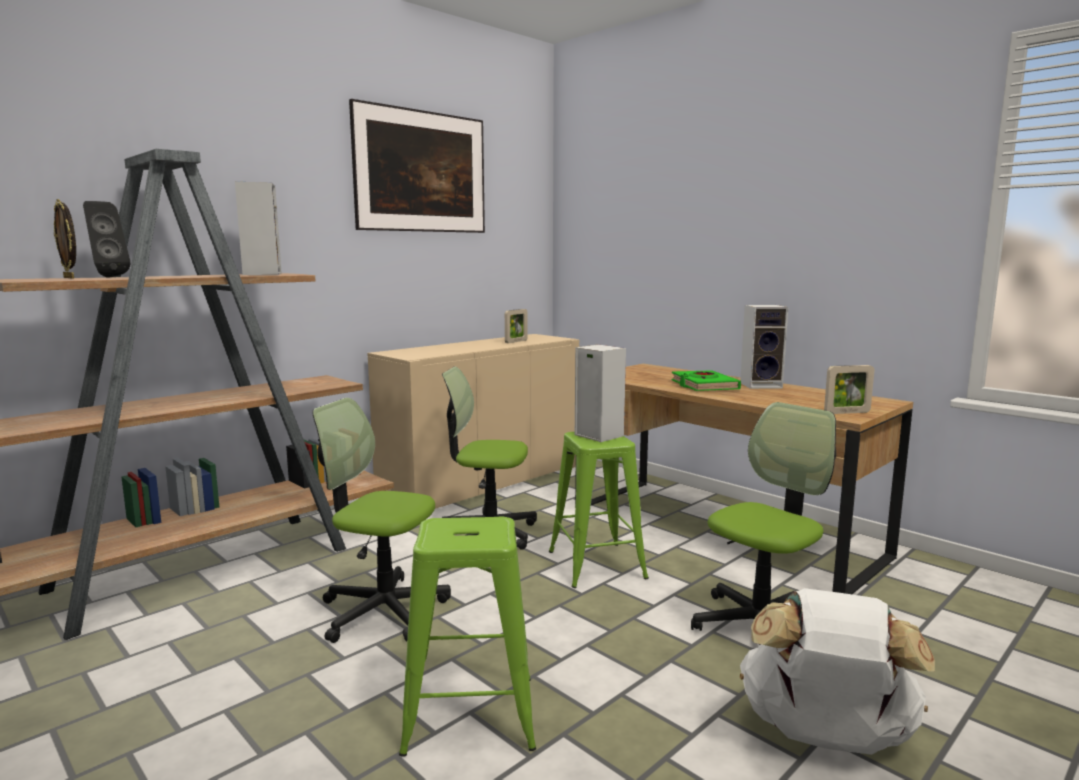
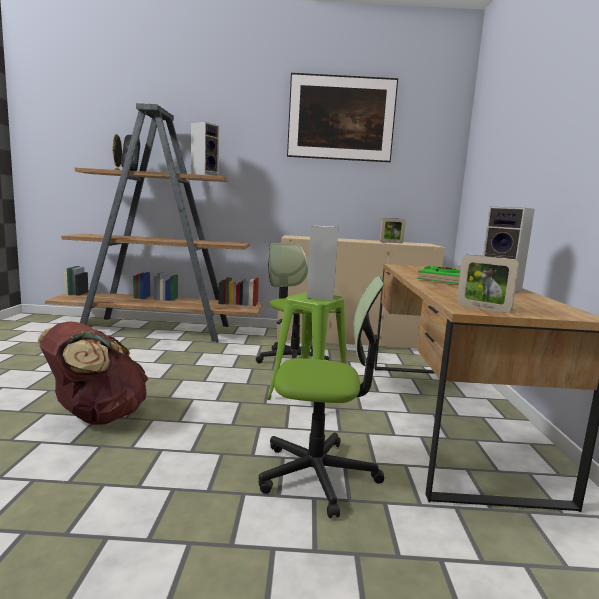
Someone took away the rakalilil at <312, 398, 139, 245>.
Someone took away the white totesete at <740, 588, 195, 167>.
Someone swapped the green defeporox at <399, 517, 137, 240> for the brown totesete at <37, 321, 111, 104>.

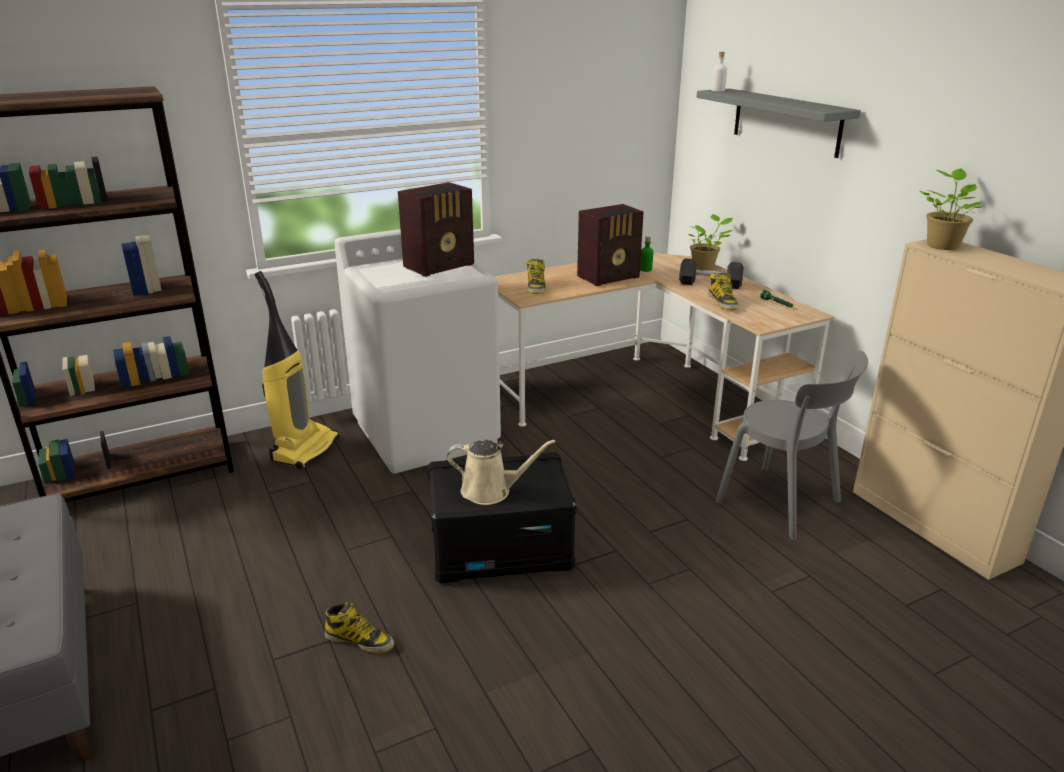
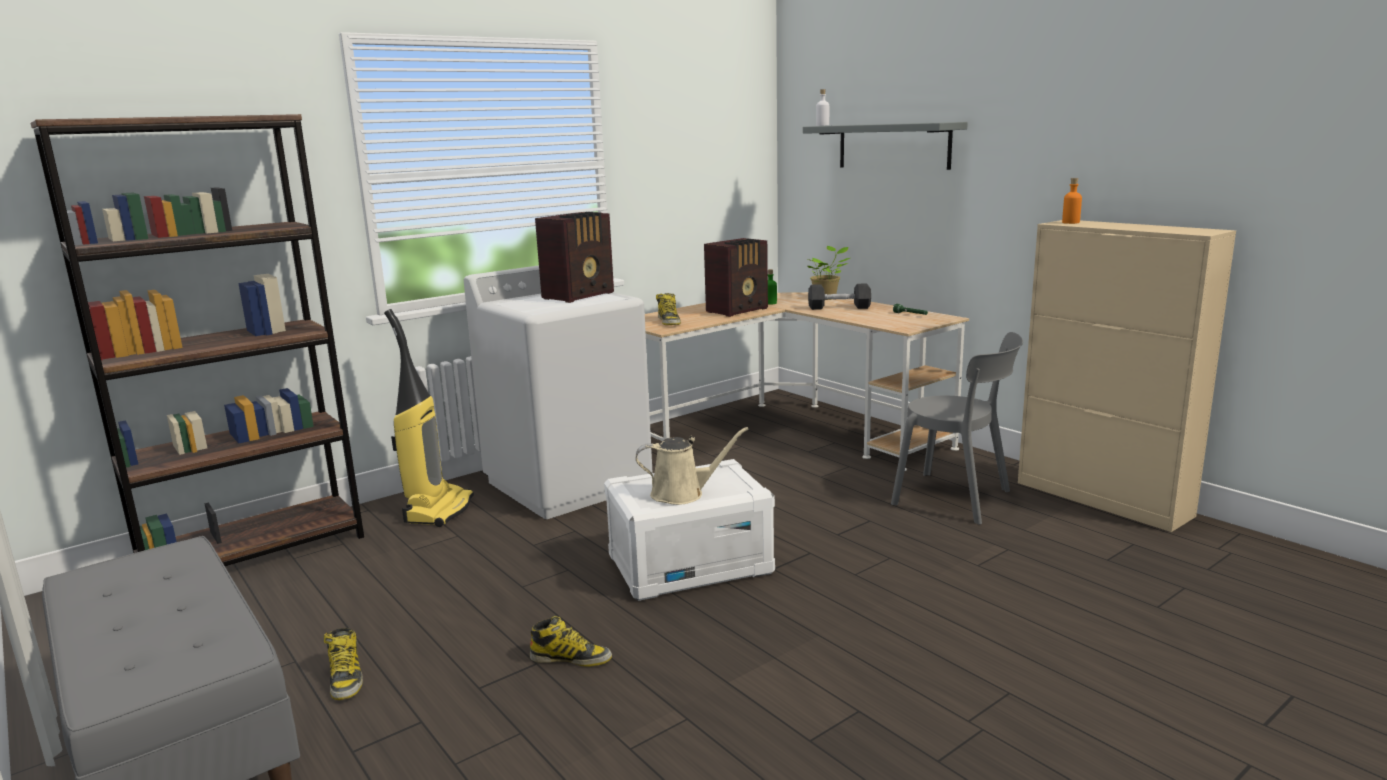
Someone carried the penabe from <708, 273, 31, 37> to <324, 628, 39, 72>.
Someone swapped the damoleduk at <920, 168, 62, 82> for the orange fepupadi at <1062, 178, 20, 46>.
Someone repainted the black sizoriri at <428, 452, 149, 131>, which became the white sizoriri at <604, 459, 171, 142>.

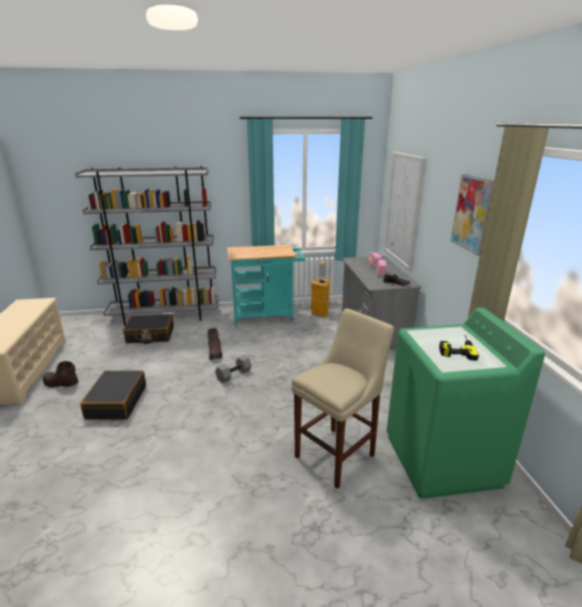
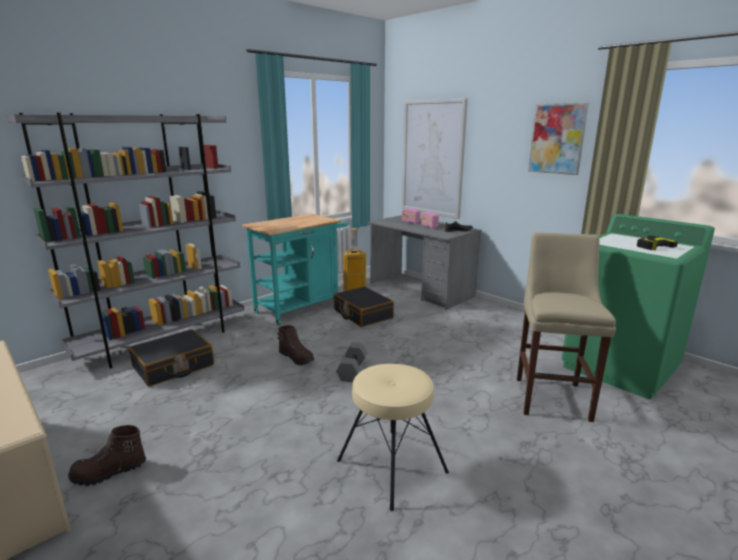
Someone put down the beige defeporox at <337, 364, 112, 147>.
Someone carried the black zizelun from <81, 370, 65, 50> to <333, 286, 61, 41>.

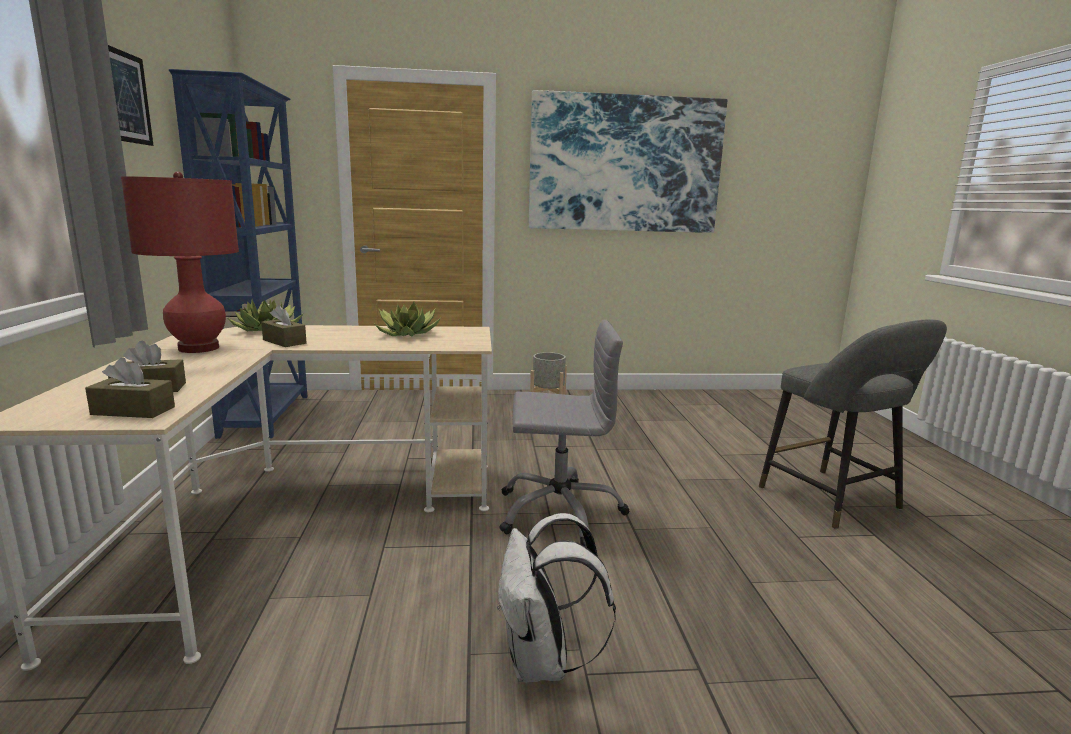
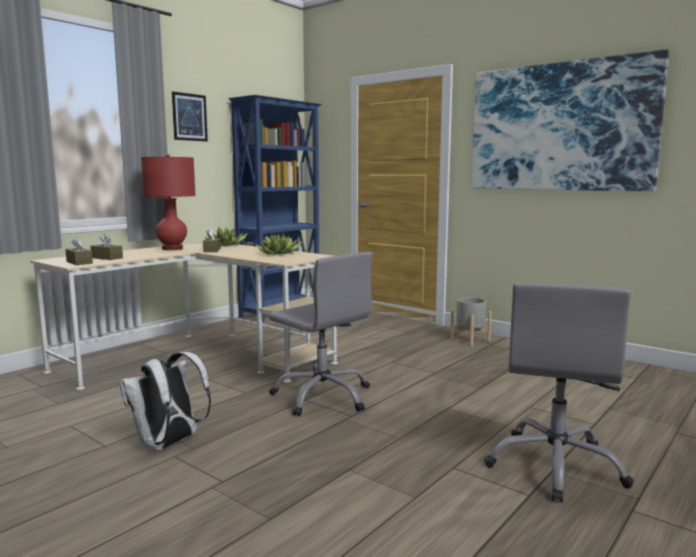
Someone swapped the grey defeporox at <759, 320, 188, 209> for the grey rakalilil at <484, 283, 150, 219>.

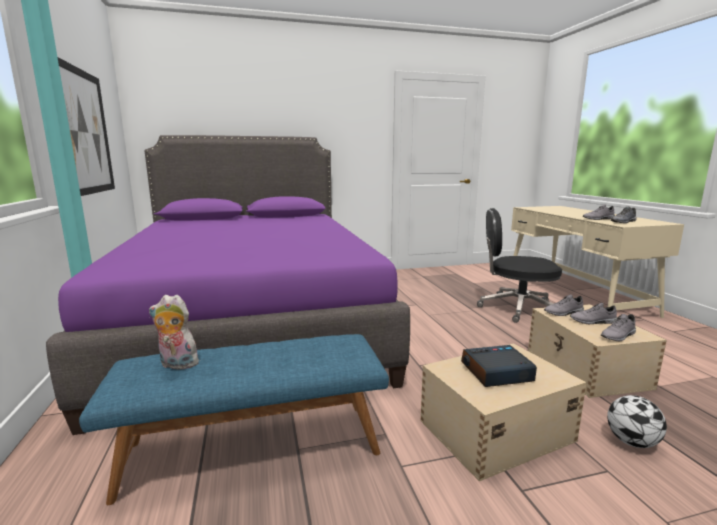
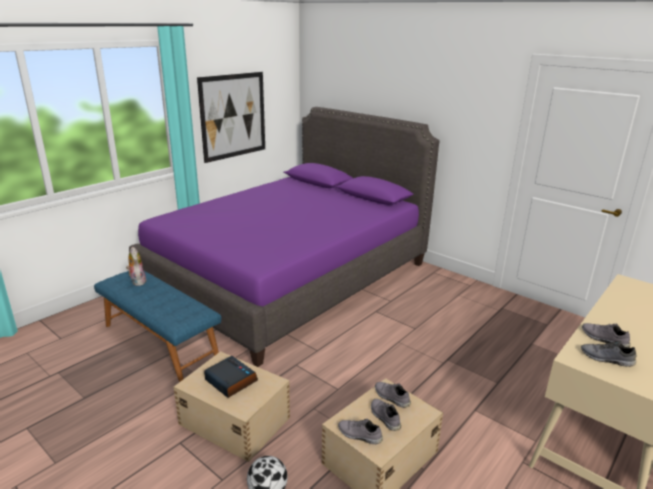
Someone took away the black rakalilil at <477, 208, 85, 115>.

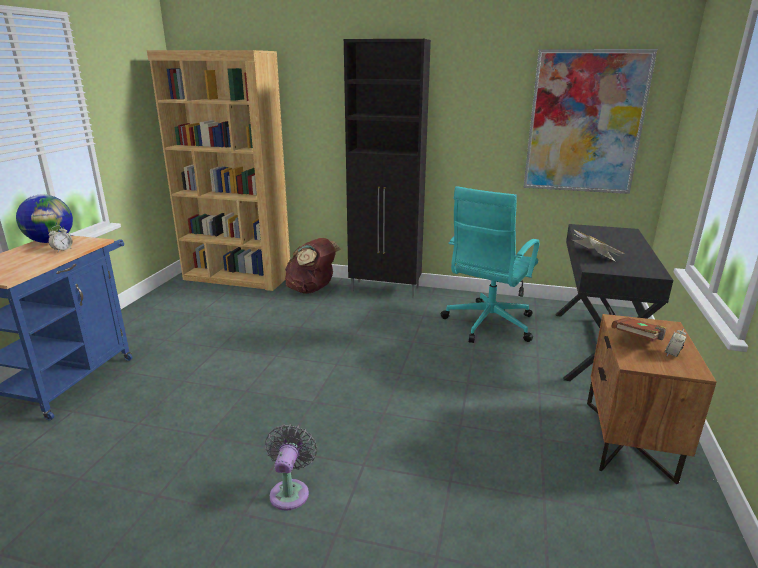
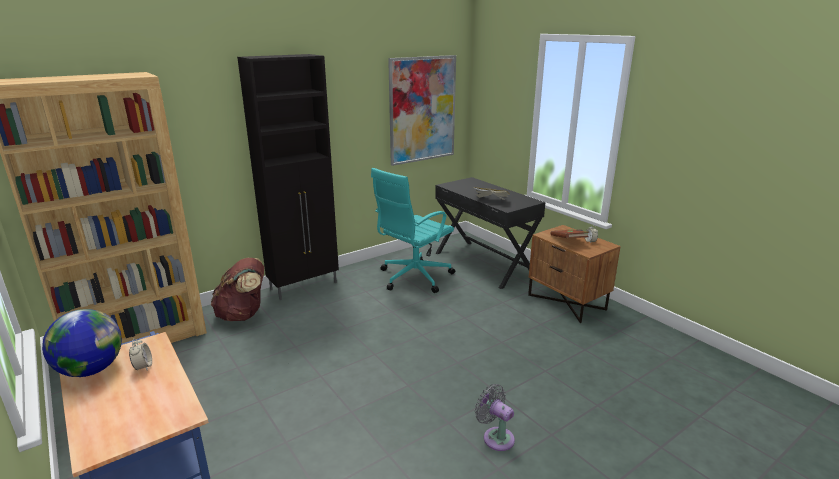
Someone rotated the turquoise rakalilil at <441, 186, 98, 157> by 60 degrees clockwise.

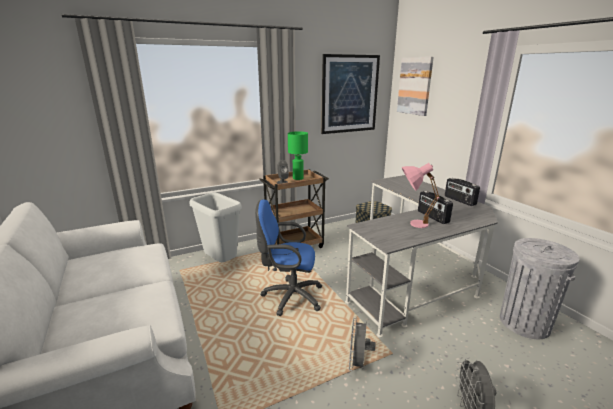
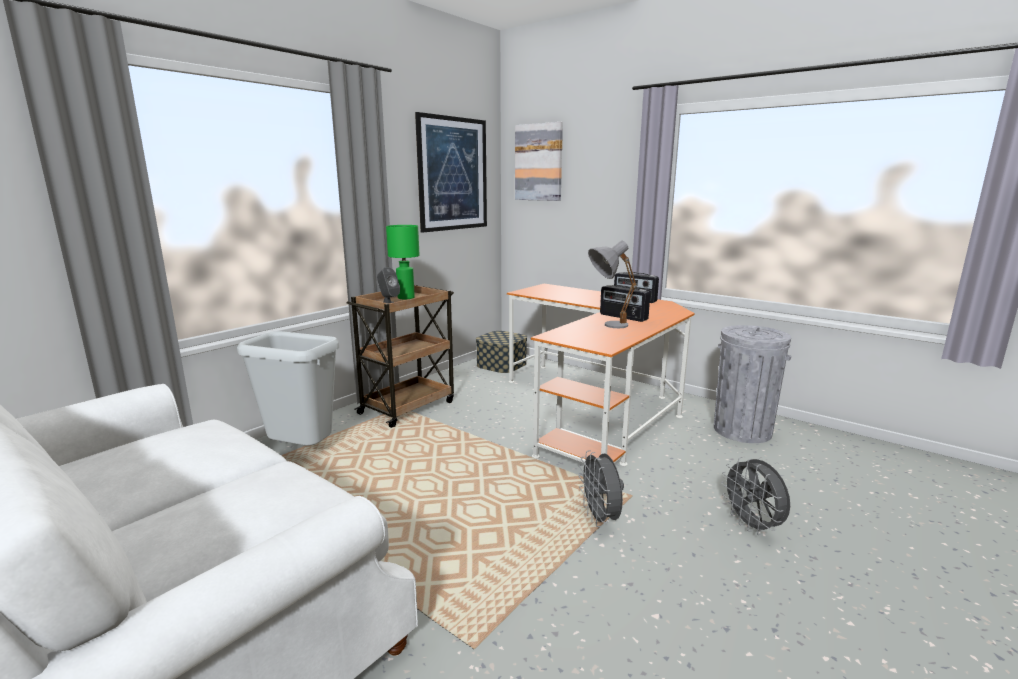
Someone took away the blue rakalilil at <255, 200, 67, 116>.
Someone repainted the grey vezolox at <345, 175, 153, 163>, which became the orange vezolox at <507, 284, 188, 182>.
Someone repainted the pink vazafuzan at <402, 163, 38, 65>, which became the grey vazafuzan at <588, 241, 49, 87>.

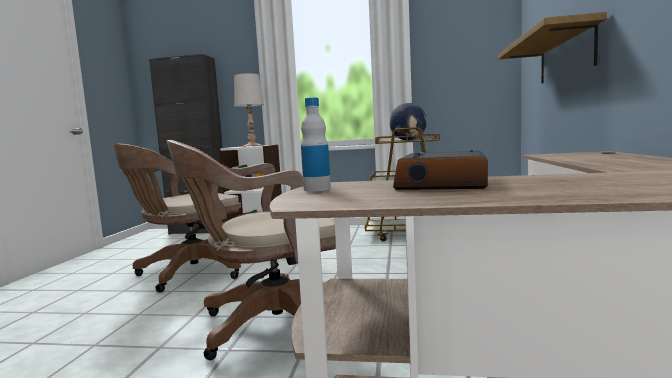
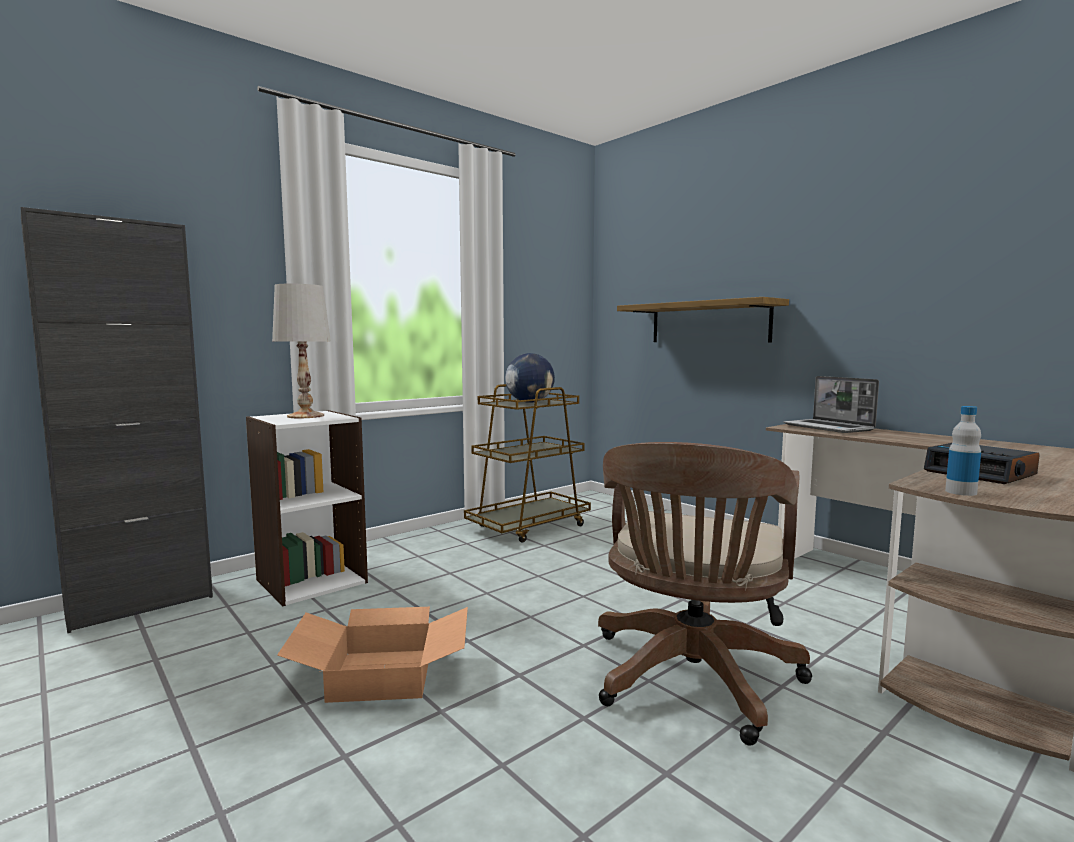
Someone put down the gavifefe at <783, 376, 96, 57>.
Someone swapped the brown rakalilil at <113, 144, 128, 148> for the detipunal at <277, 607, 191, 96>.

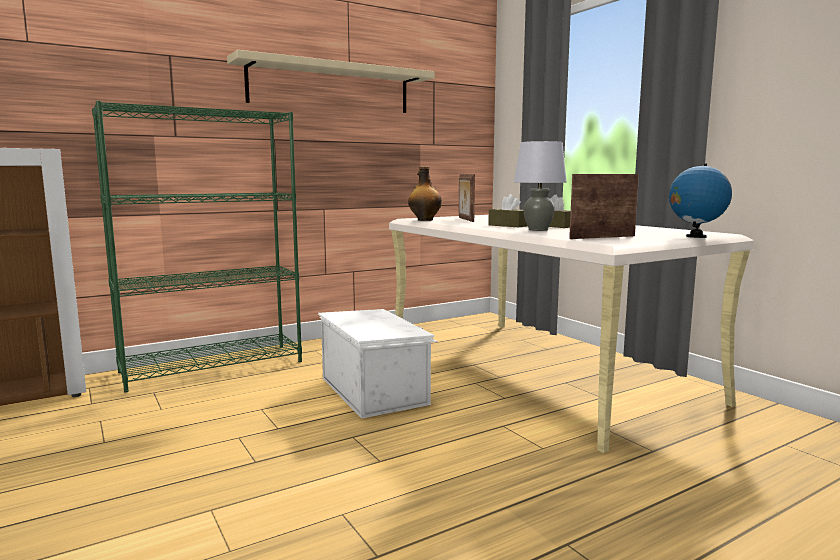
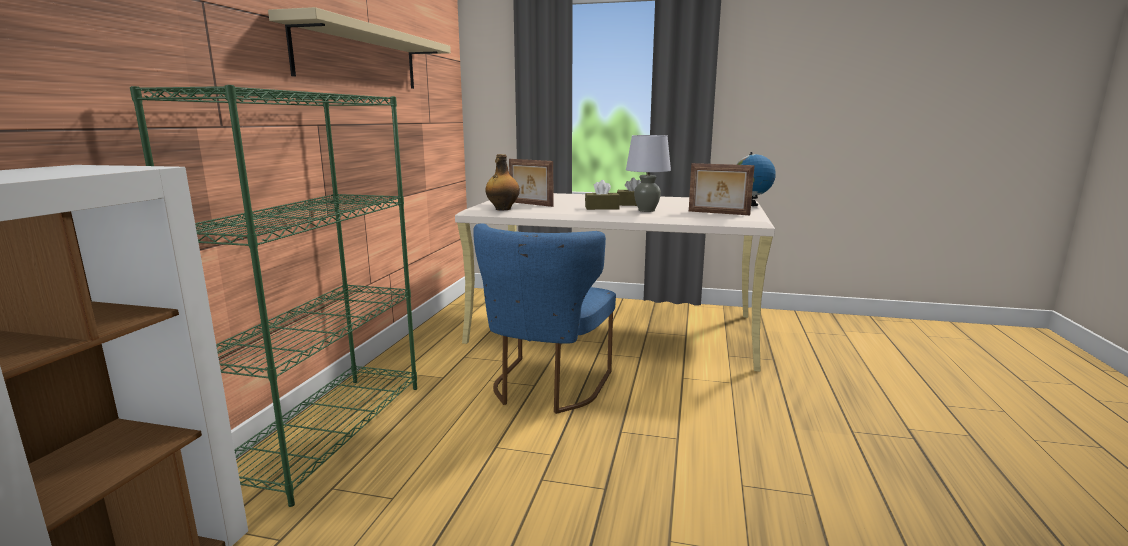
Someone swapped the white sizoriri at <318, 309, 120, 110> for the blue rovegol at <473, 223, 143, 191>.
Someone rotated the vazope at <569, 174, 70, 65> by 90 degrees counterclockwise.

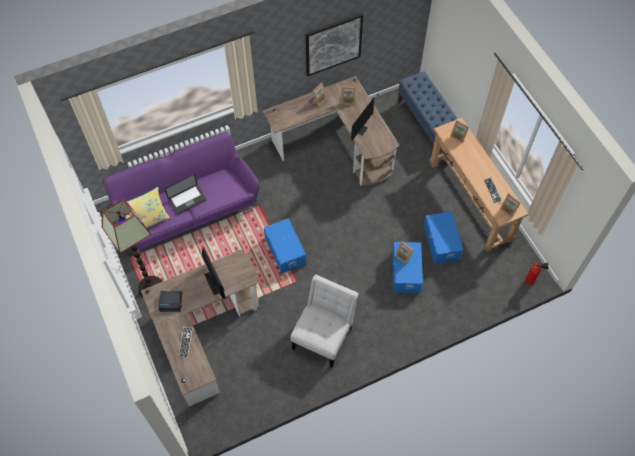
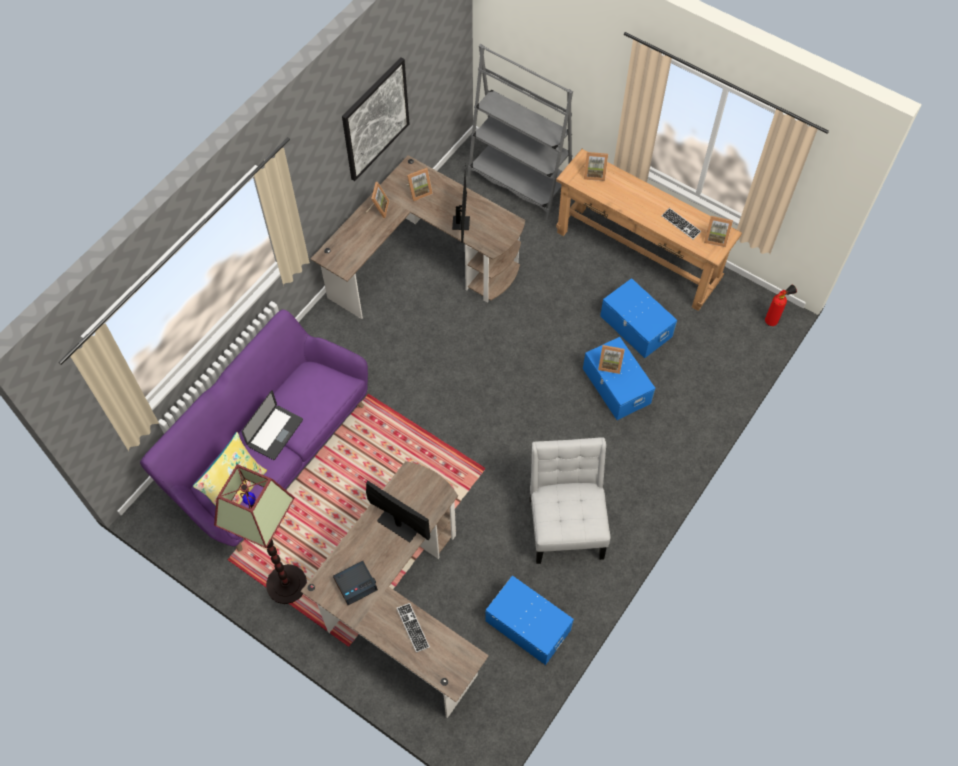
Someone carried the blue sizoriri from <264, 218, 42, 56> to <485, 575, 89, 90>.
Someone swapped the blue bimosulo at <398, 71, 59, 82> for the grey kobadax at <468, 44, 105, 176>.

